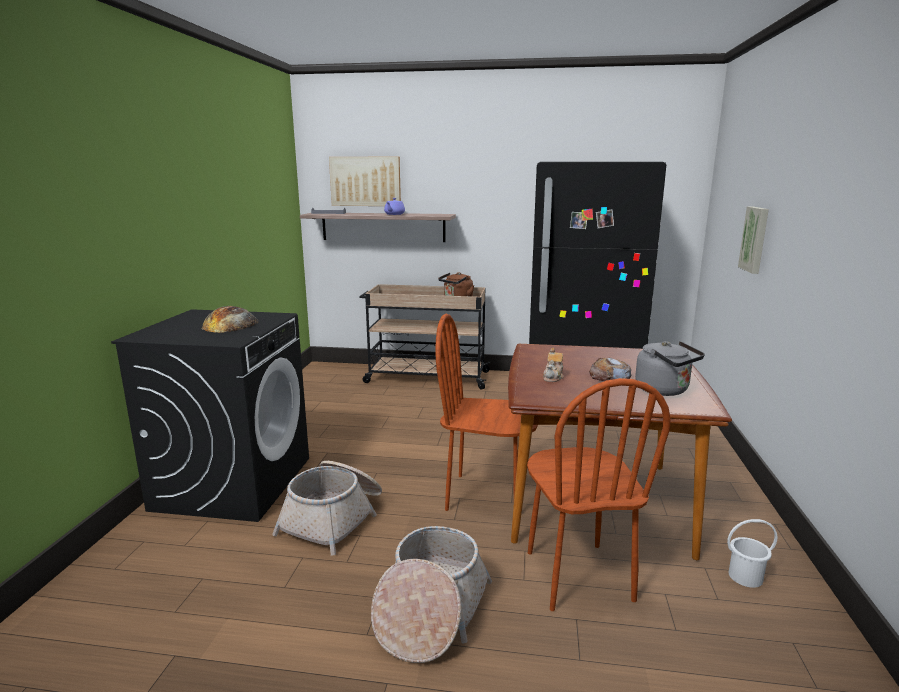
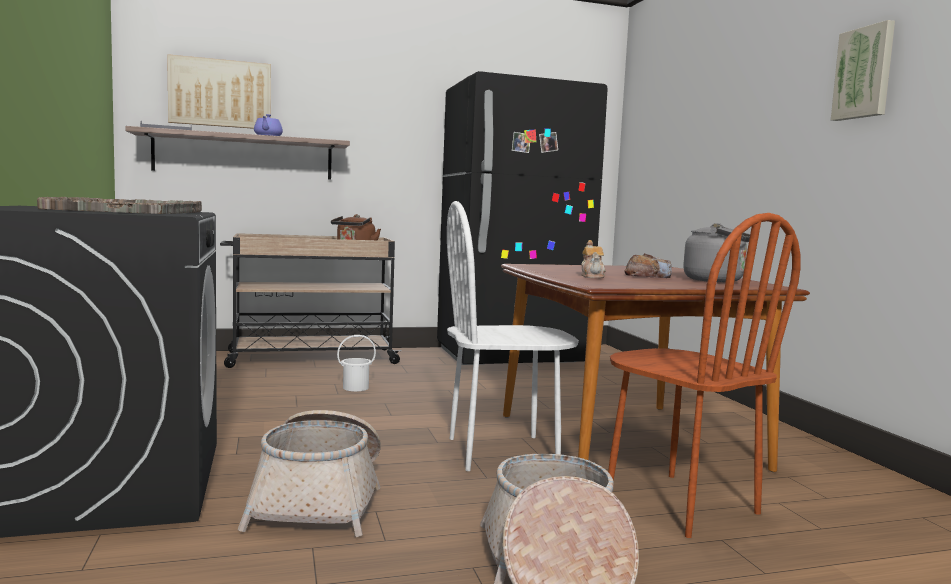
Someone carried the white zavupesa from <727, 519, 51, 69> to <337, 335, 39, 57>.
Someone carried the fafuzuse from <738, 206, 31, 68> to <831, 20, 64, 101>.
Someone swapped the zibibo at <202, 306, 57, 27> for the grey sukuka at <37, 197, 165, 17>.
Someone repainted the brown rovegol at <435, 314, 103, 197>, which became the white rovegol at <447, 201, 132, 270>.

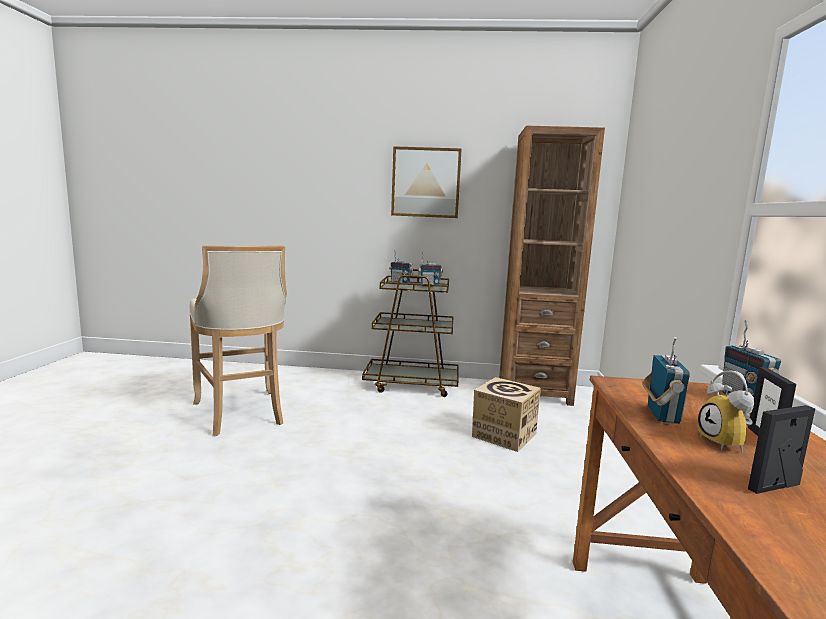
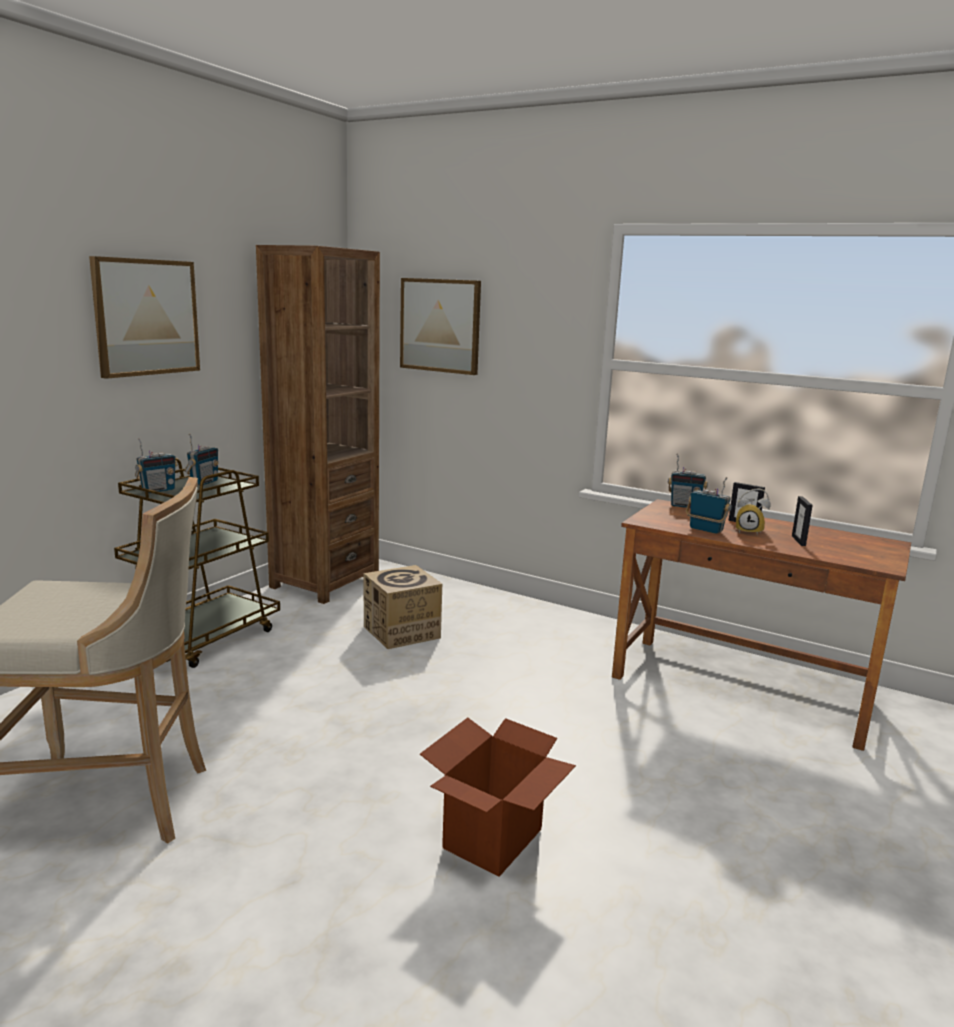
Someone put up the fafuzuse at <400, 278, 81, 97>.
Someone put down the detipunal at <420, 718, 156, 159>.

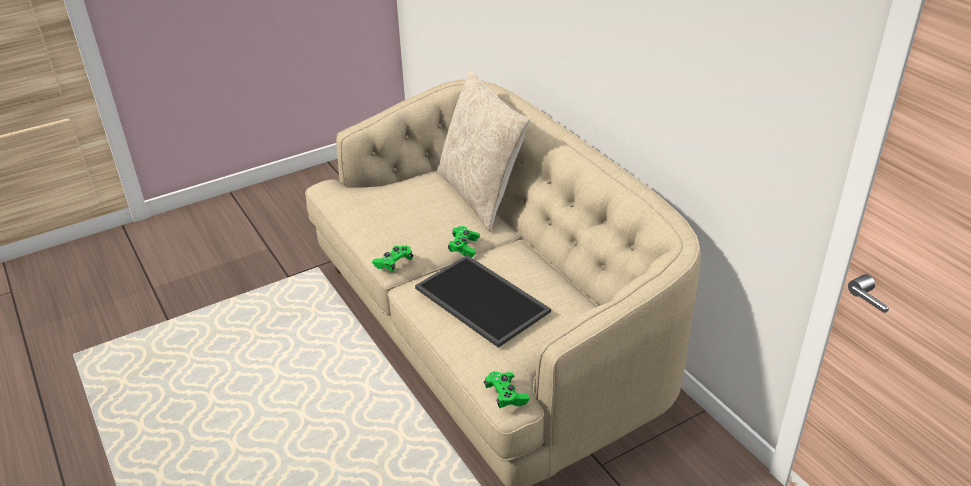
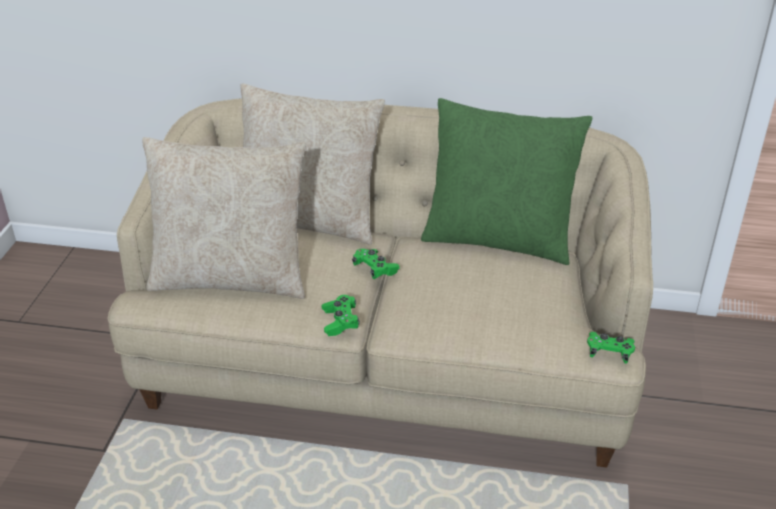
Someone took away the sukuka at <415, 255, 136, 93>.
Someone put down the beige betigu at <142, 137, 164, 162>.
Someone put down the green betigu at <421, 98, 172, 167>.

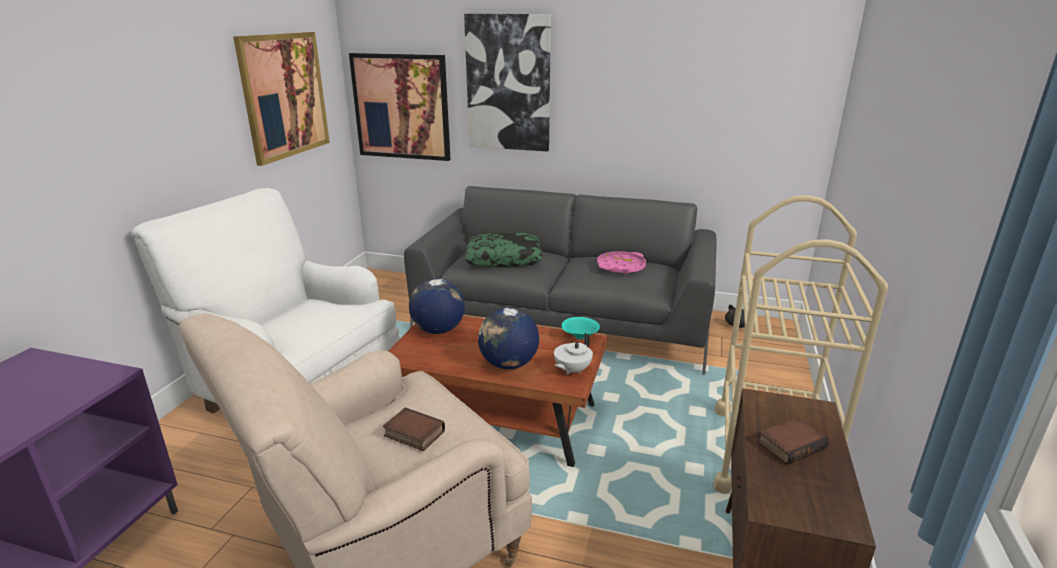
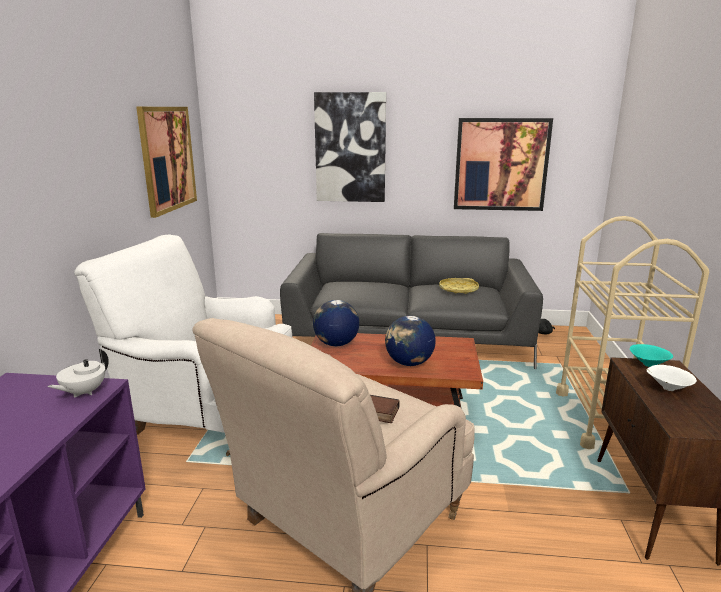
Someone took away the betigu at <465, 232, 78, 35>.
Someone carried the fafuzuse from <349, 53, 101, 108> to <454, 118, 99, 93>.
Someone carried the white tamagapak from <554, 333, 39, 42> to <48, 349, 61, 49>.
Someone carried the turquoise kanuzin from <562, 317, 38, 23> to <630, 344, 43, 23>.
Someone swapped the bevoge at <757, 417, 72, 48> for the white kanuzin at <647, 365, 50, 26>.
Someone repainted the pink sukuka at <597, 251, 49, 23>, which became the yellow sukuka at <439, 278, 40, 16>.

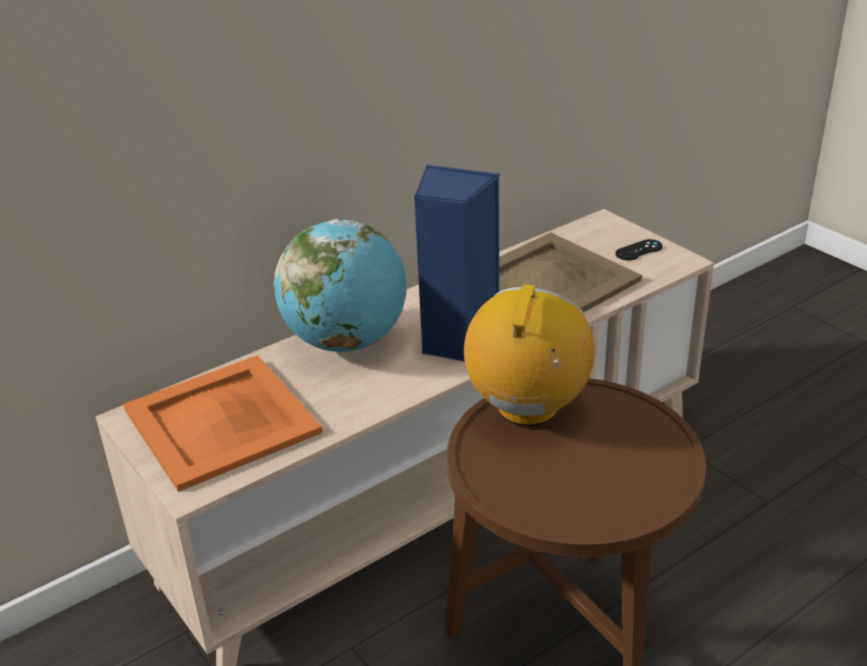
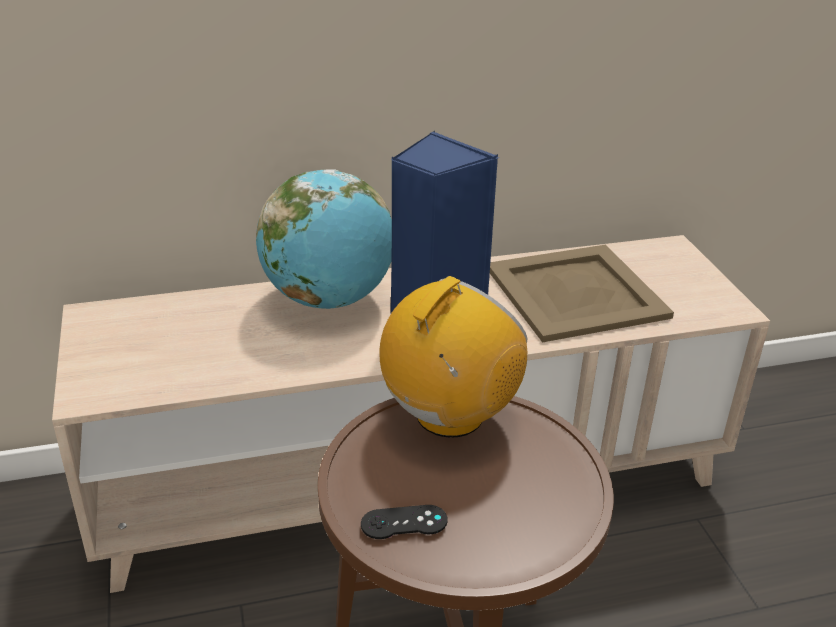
Someone took away the orange sukuka at <123, 355, 200, 137>.
Someone carried the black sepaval from <615, 239, 48, 21> to <361, 505, 87, 34>.

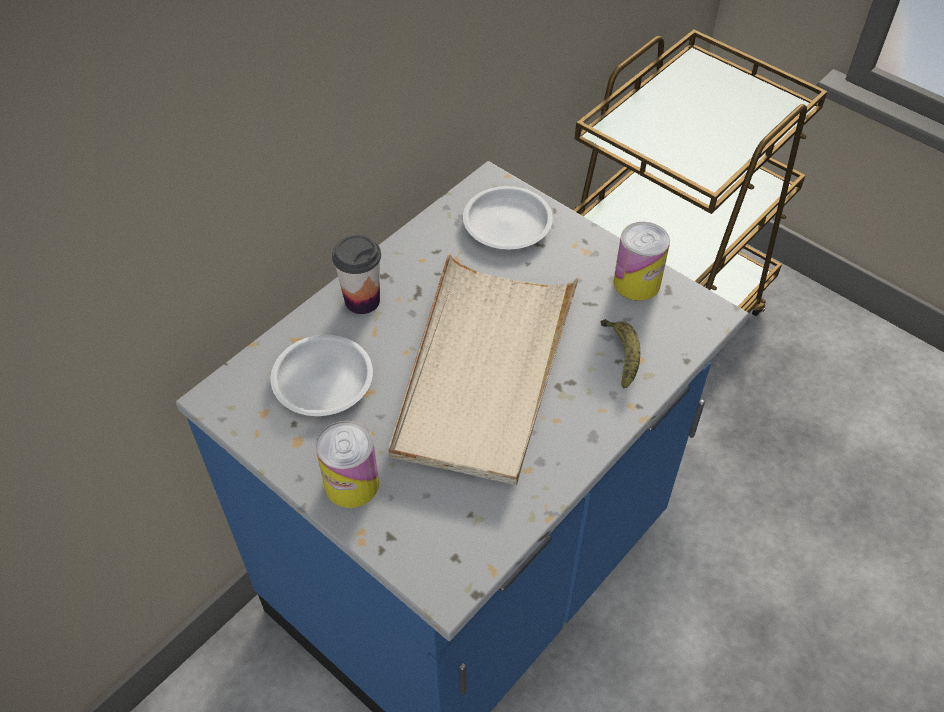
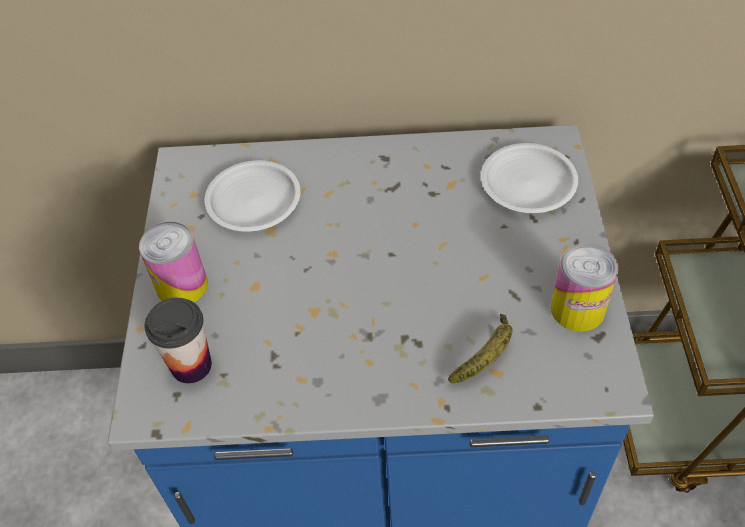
Someone took away the beige sukuka at <388, 253, 191, 232>.
Someone carried the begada from <332, 235, 49, 79> to <145, 298, 67, 85>.

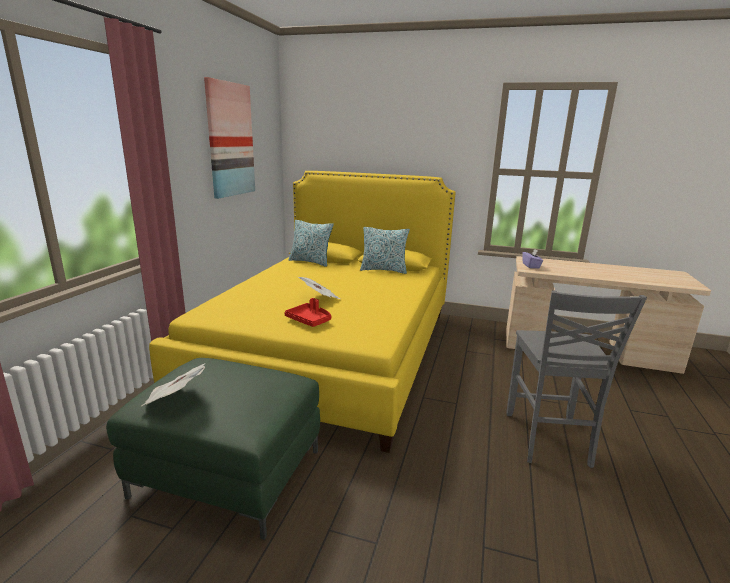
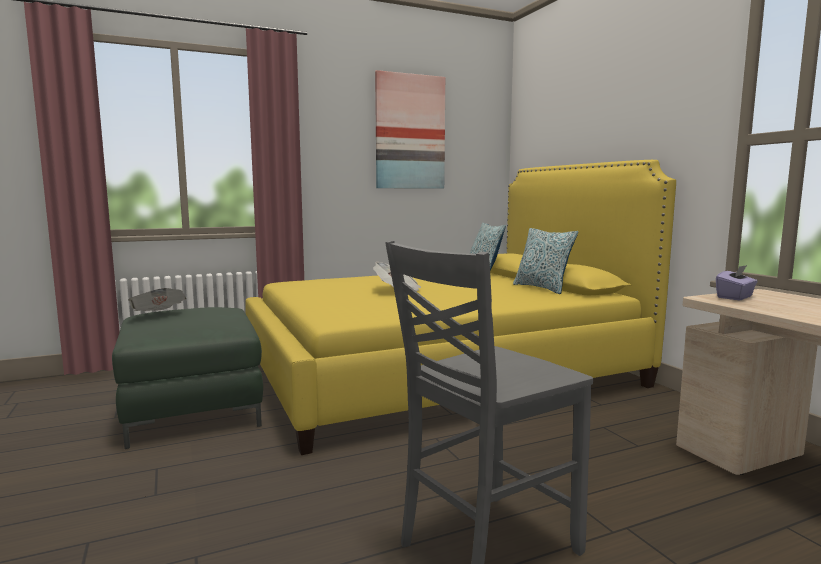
Someone took away the red sukuka at <284, 298, 47, 29>.

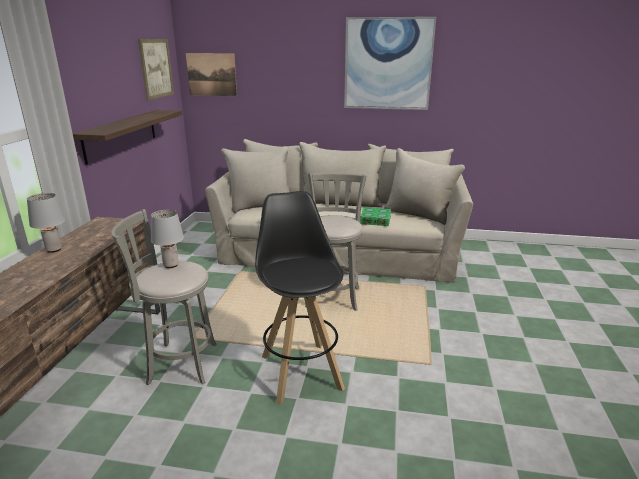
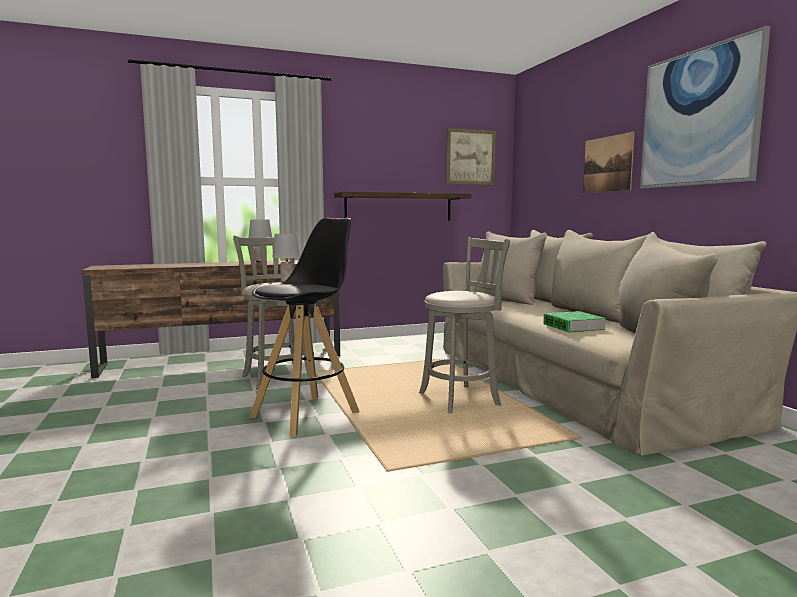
Someone carried the fafuzuse from <186, 53, 51, 43> to <583, 131, 52, 62>.

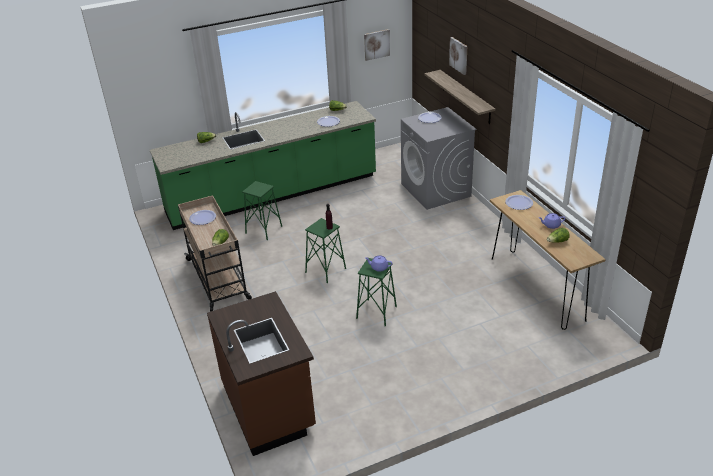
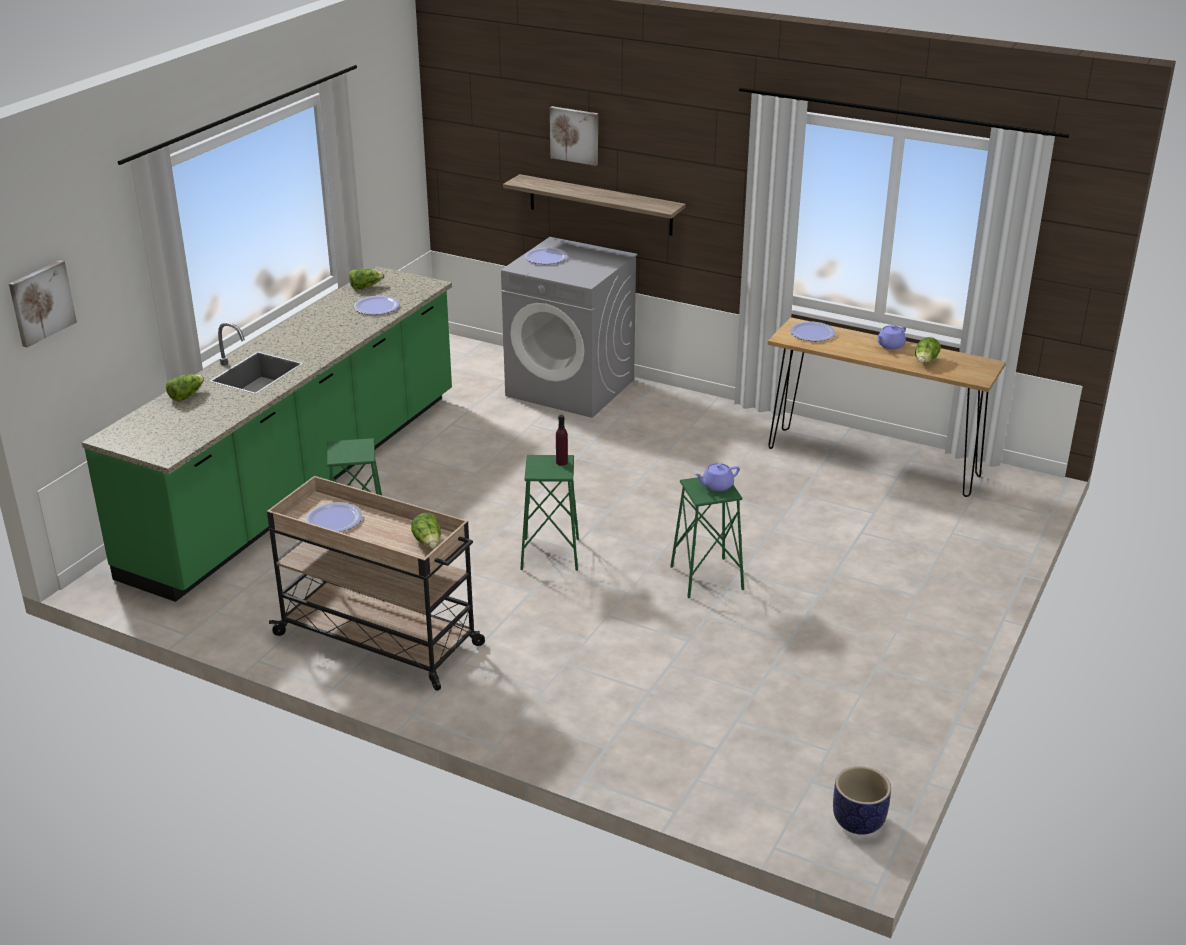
Someone took away the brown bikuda at <207, 291, 109, 165>.
Someone put down the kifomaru at <833, 766, 58, 69>.
Someone carried the fafuzuse from <364, 29, 26, 32> to <9, 260, 68, 88>.

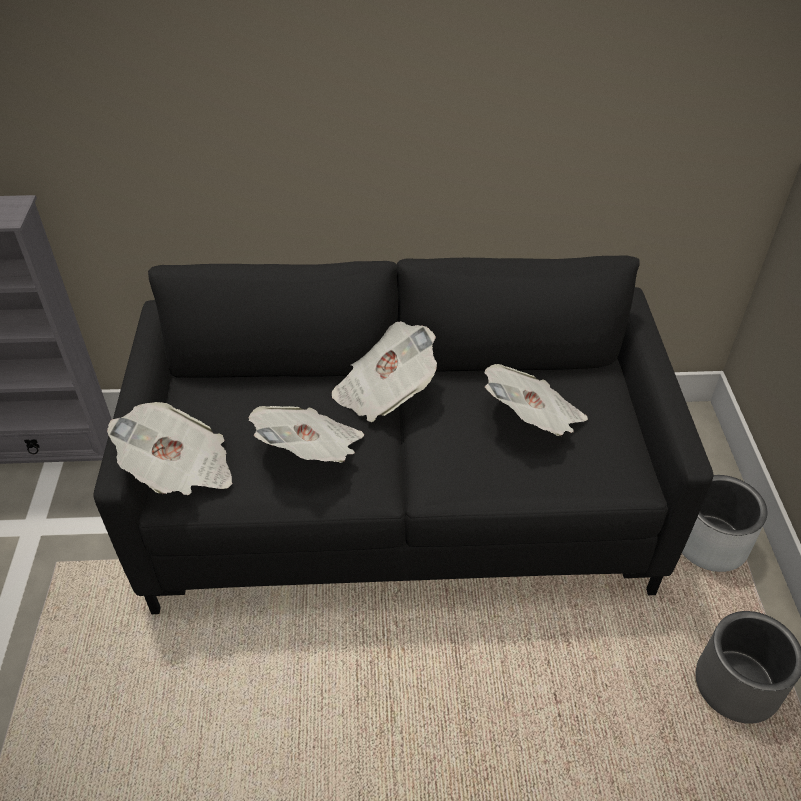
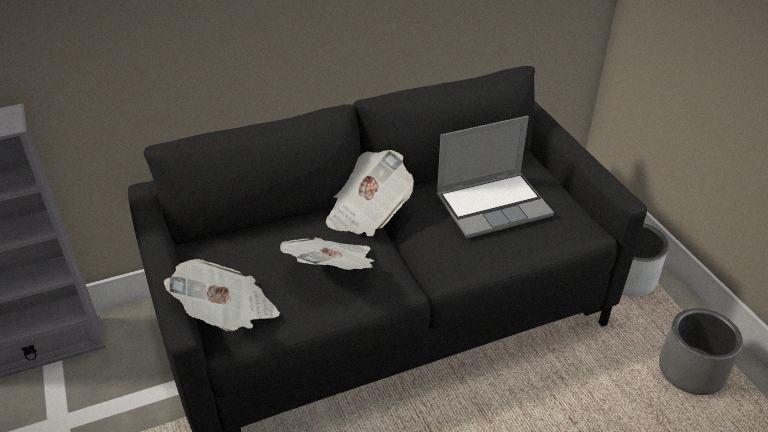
Someone swapped the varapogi at <484, 364, 104, 72> for the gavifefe at <436, 116, 118, 122>.

